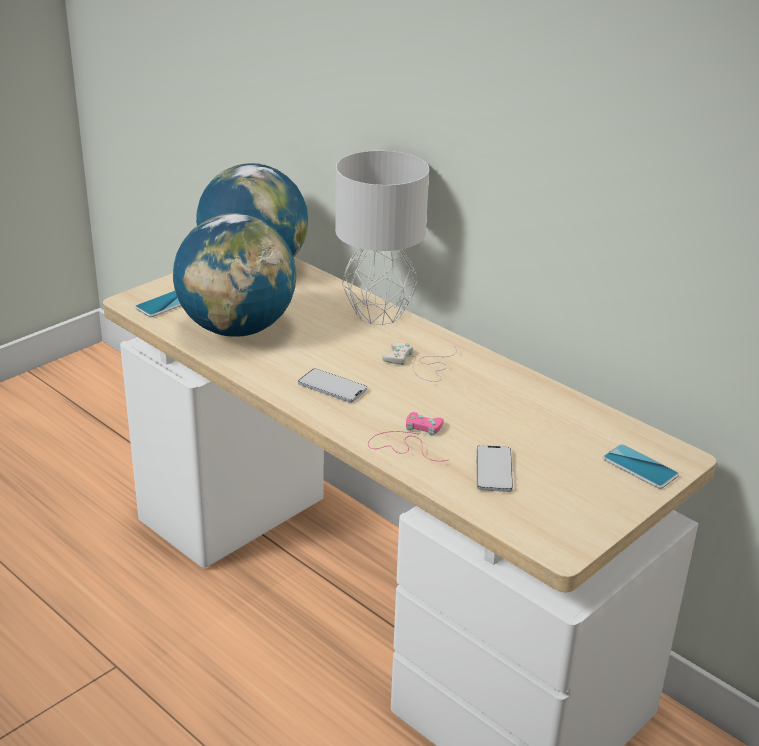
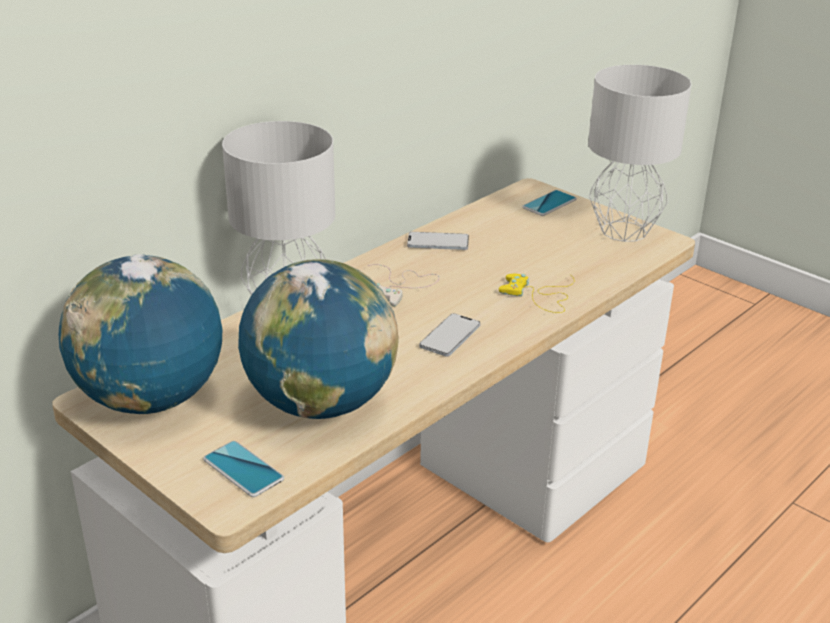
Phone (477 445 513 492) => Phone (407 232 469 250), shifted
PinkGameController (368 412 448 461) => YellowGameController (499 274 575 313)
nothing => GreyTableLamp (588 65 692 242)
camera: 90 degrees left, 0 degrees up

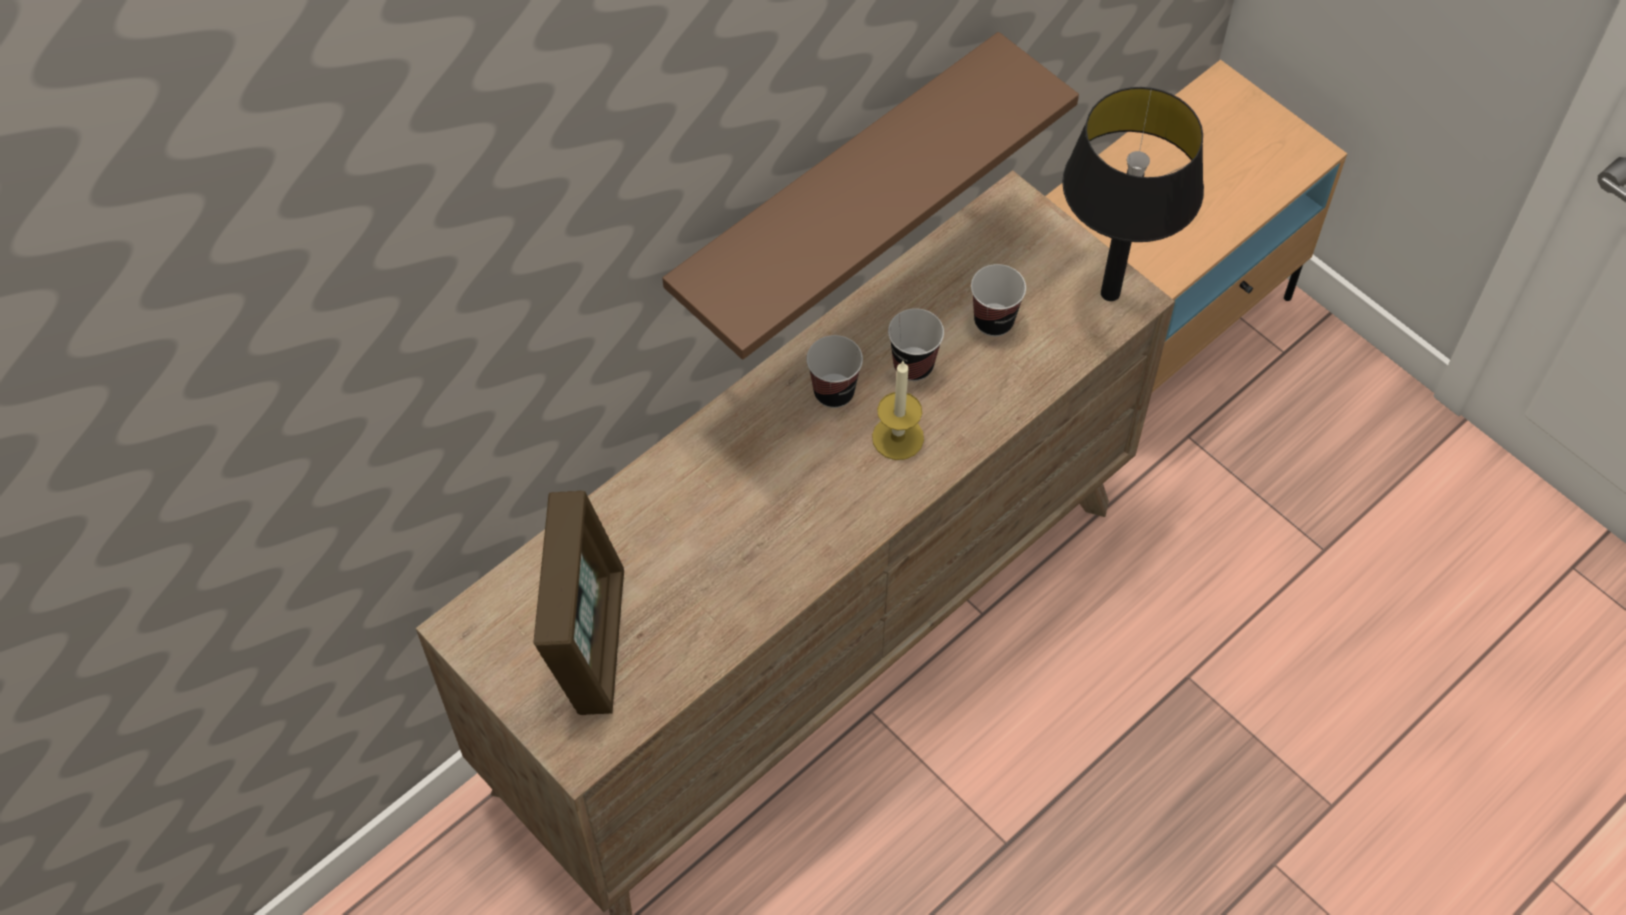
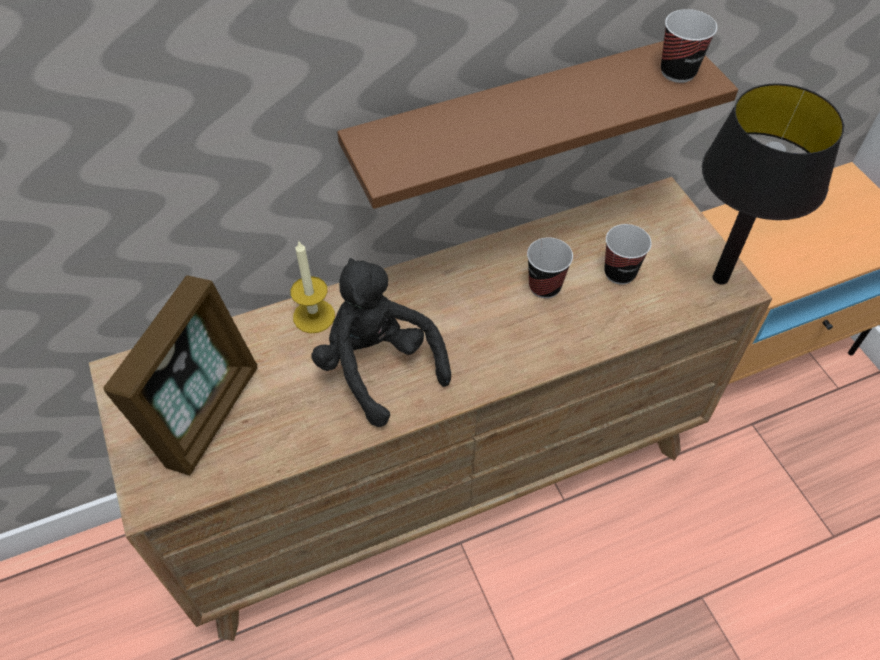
Candle (872 361 924 460) => Candle (290 240 335 333), shifted
nothing => BlackPlushToy (312 258 451 427)
Cup (806 335 863 408) => Cup (661 9 717 83), shifted
camera: 20 degrees right, 5 degrees down

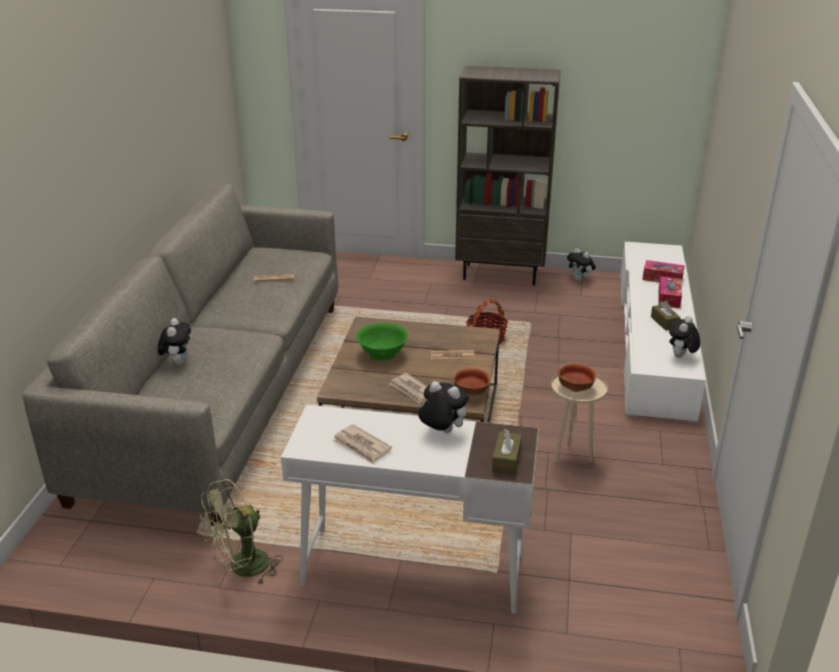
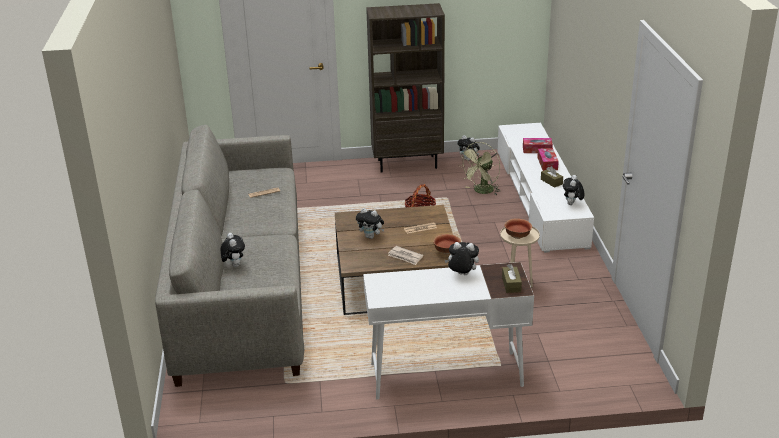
GreenBowl (356 323 408 361) => PlushToy (356 208 384 239)
GreenFan (200 479 283 586) => GreenFan (459 142 501 195), shifted
Newspaper (333 424 392 465) => nothing
camera: 15 degrees left, 0 degrees up

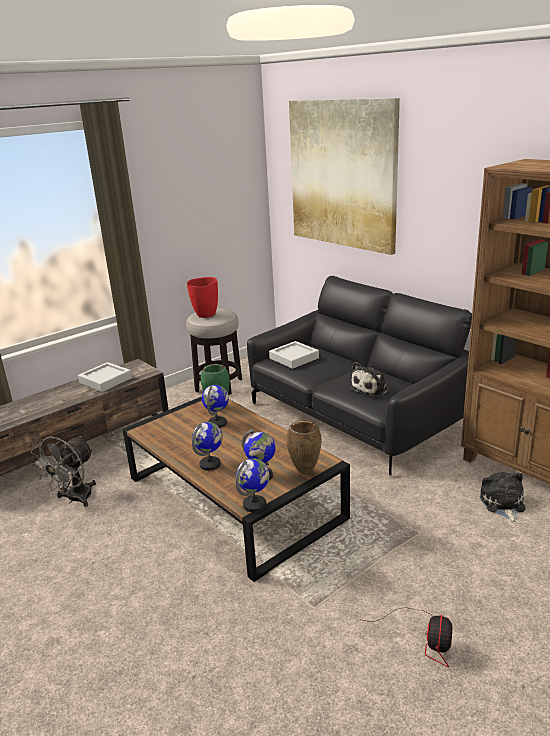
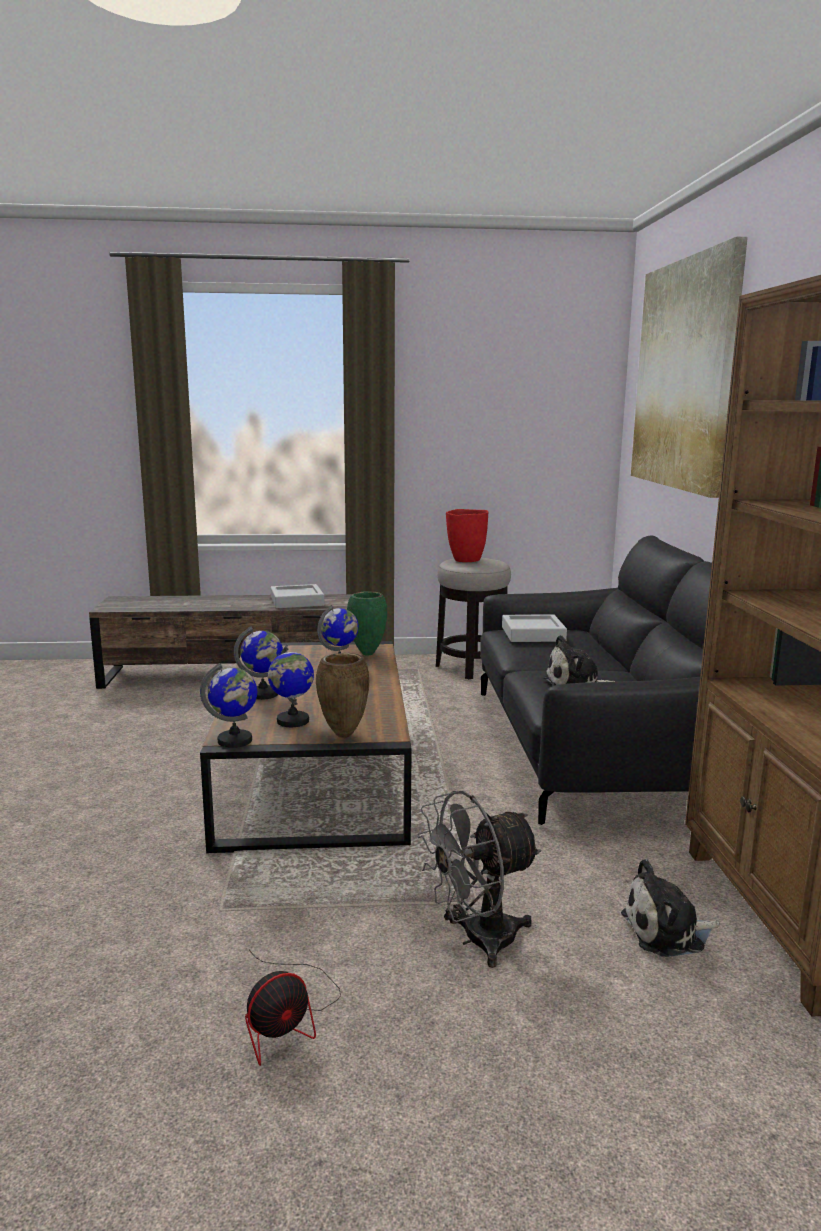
GreyFan (31 436 96 507) => GreyFan (416 790 542 968), shifted
PlushToy (480 472 525 523) => PlushToy (621 859 720 957), 135 degrees counterclockwise
camera: 35 degrees right, 10 degrees down

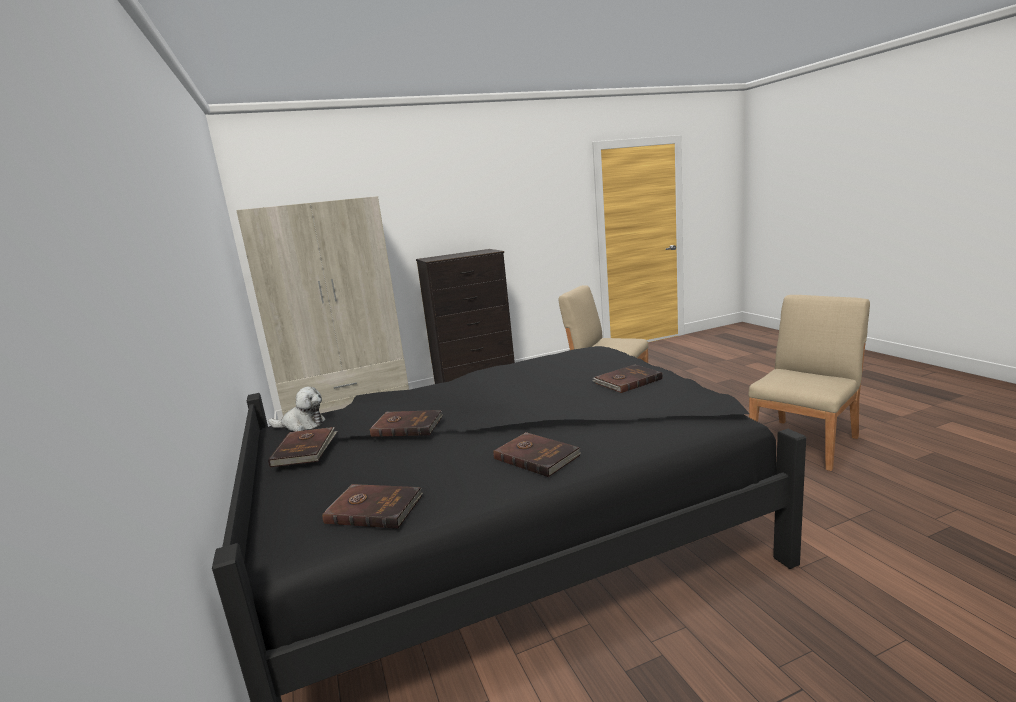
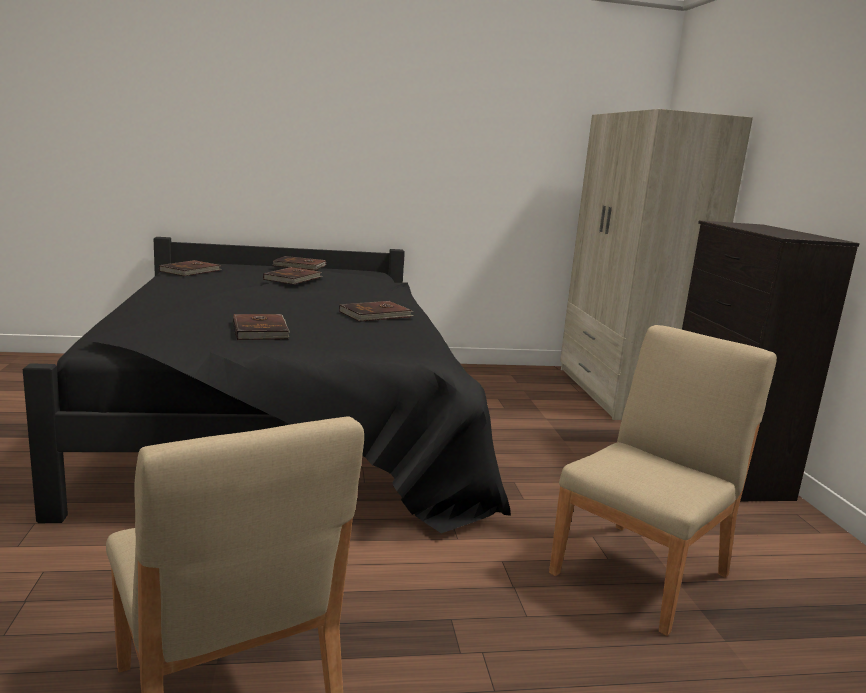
BrownBook (493 432 581 477) => BrownBook (339 301 414 322), shifted
PlushToy (268 387 325 432) => nothing
camera: 100 degrees right, 0 degrees up

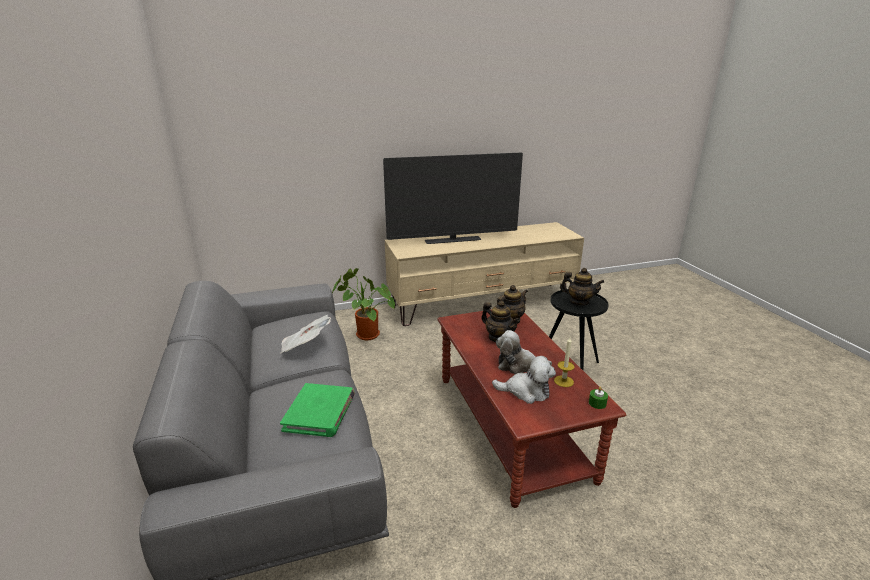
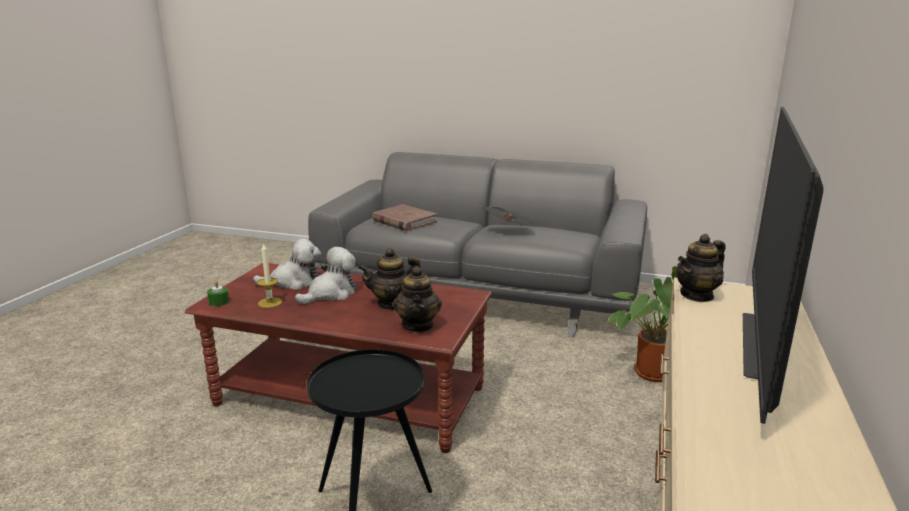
PlushToy (492 356 556 404) => PlushToy (253 238 321 290), 150 degrees counterclockwise
GreenBook (280 383 355 437) => BrownBook (372 204 437 231)
Teapot (560 268 605 306) => Teapot (676 234 726 302), shifted
camera: 125 degrees right, 5 degrees down

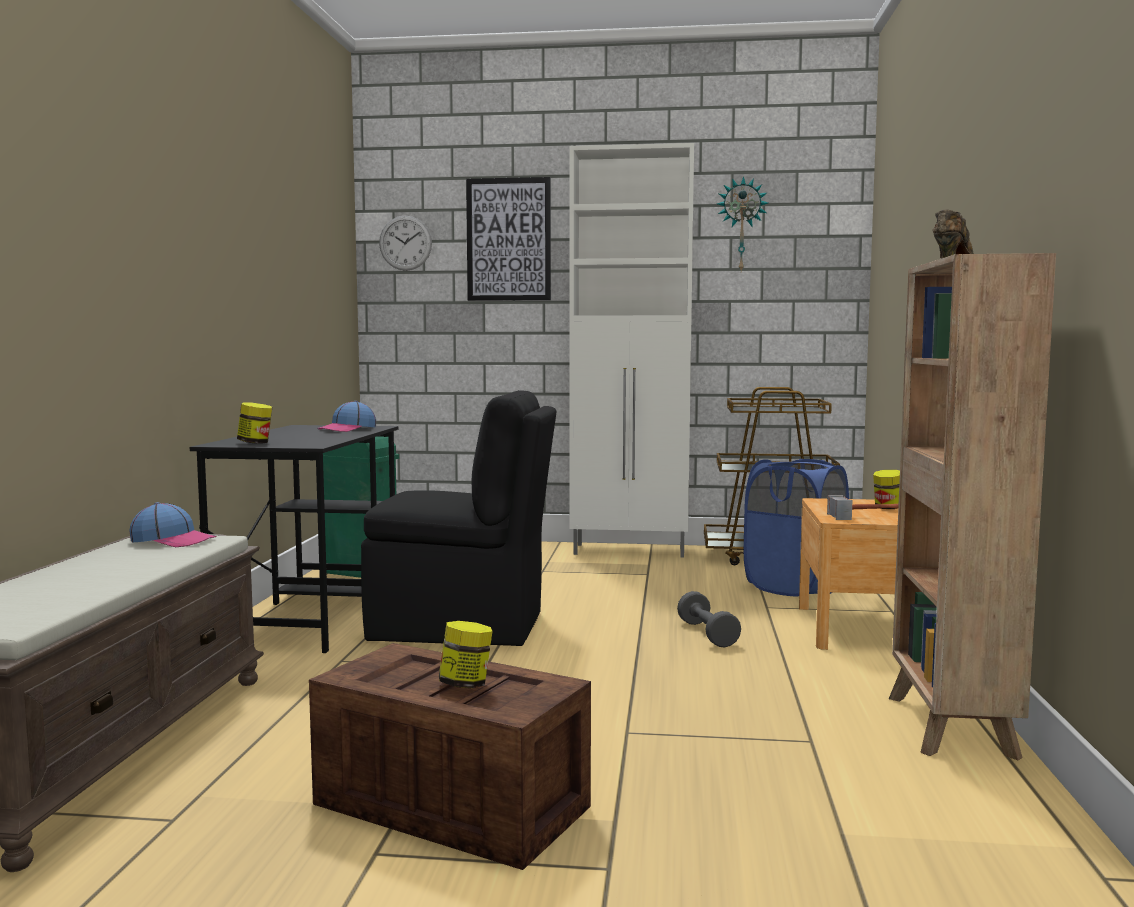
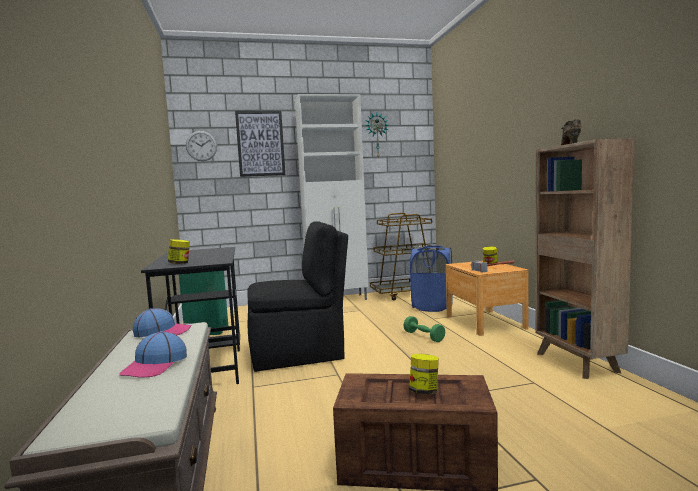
Cap (317 401 376 432) => Cap (119 331 187 378), shifted
GreyDumbbell (677 591 741 648) => GreenDumbbell (403 316 445 342)
camera: 20 degrees left, 0 degrees up

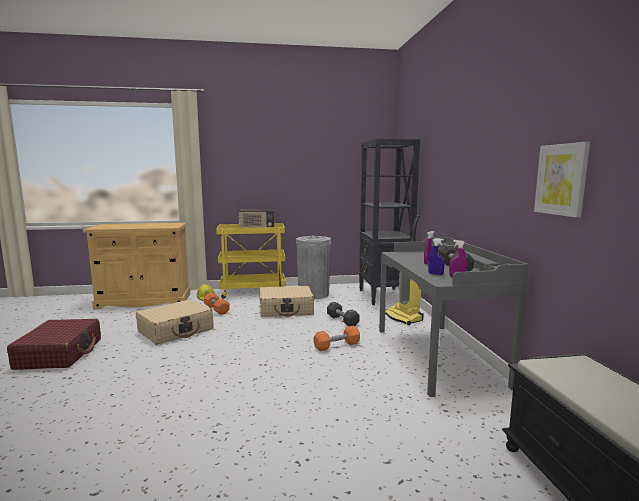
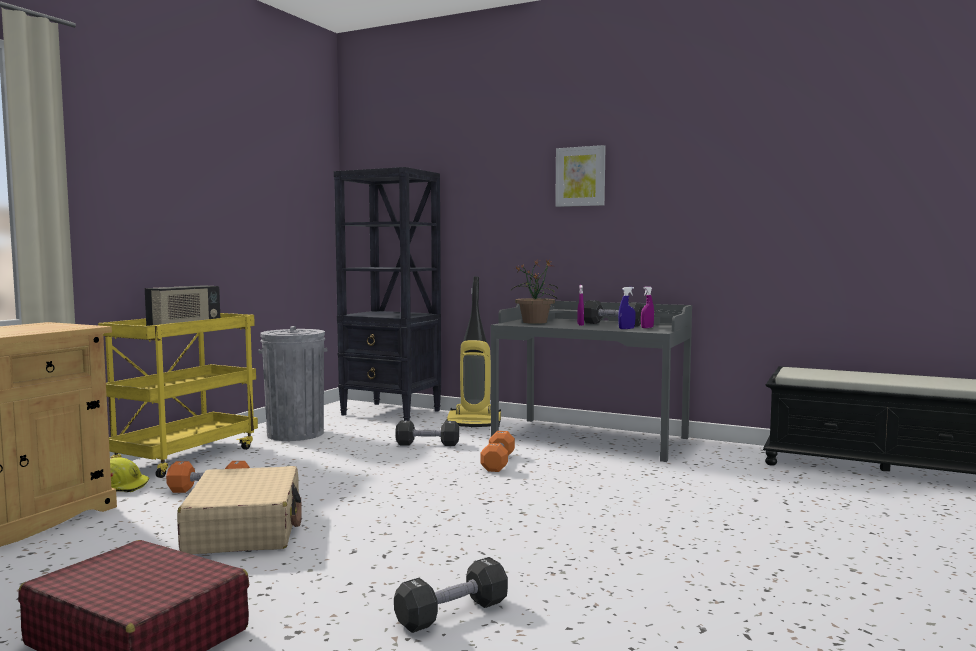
nothing => BlackDumbbell (394 557 508 633)
nothing => PottedPlant (511 260 558 324)
Picture (534 142 590 218) => Picture (555 145 605 207), shifted
BeigeSuitcase (259 286 314 317) => nothing
camera: 55 degrees left, 5 degrees down

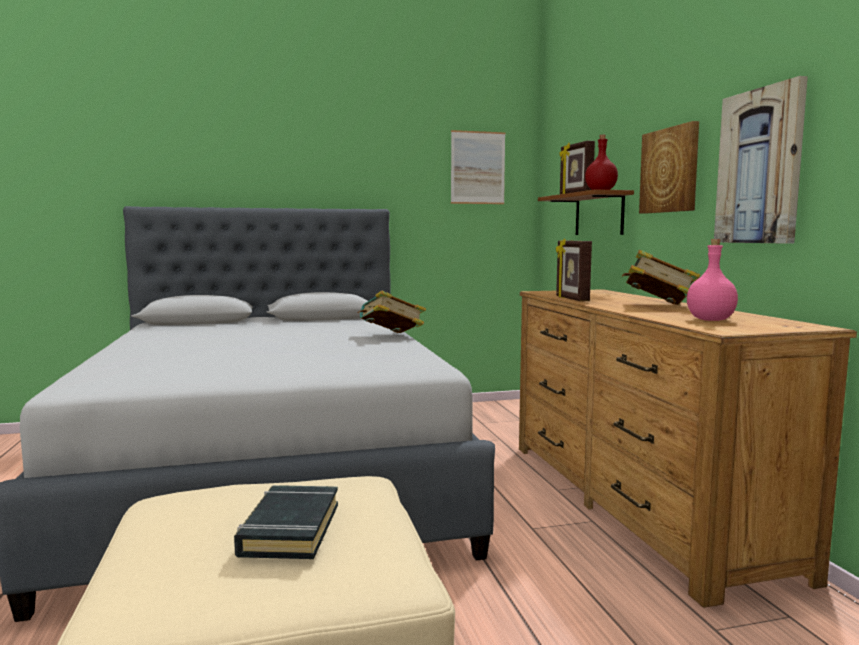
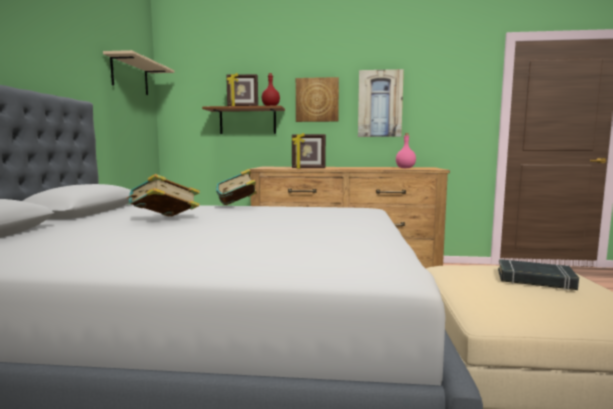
Picture (451 130 505 204) => BeigeShelf (103 50 174 95)
Book (622 250 700 305) => Book (126 174 200 217), shifted
camera: 70 degrees left, 0 degrees up

